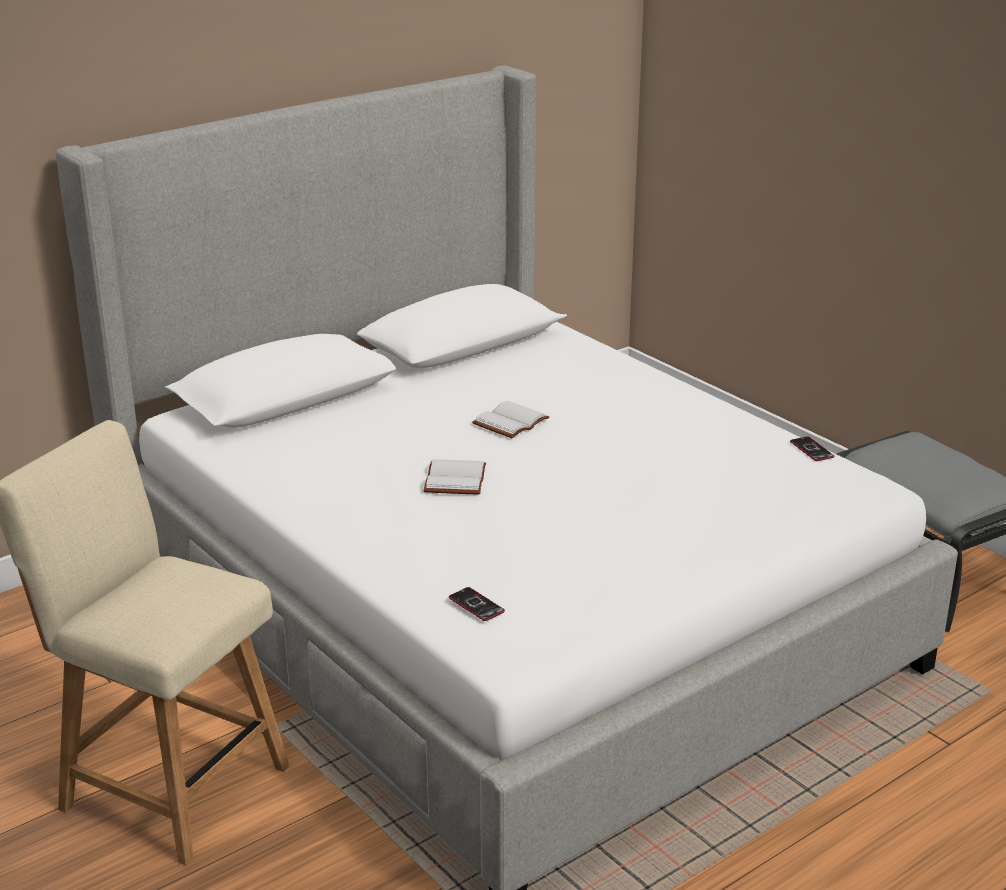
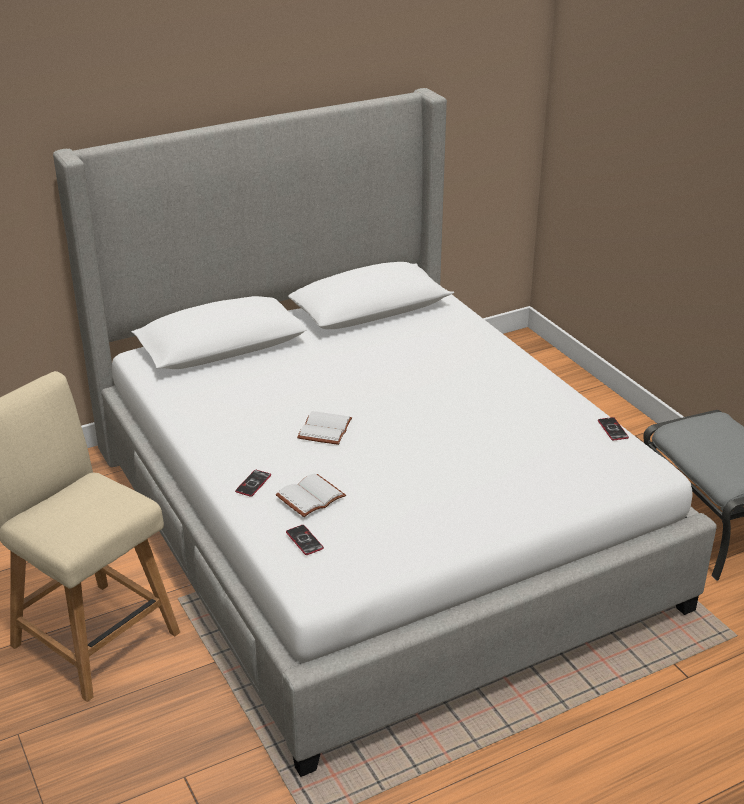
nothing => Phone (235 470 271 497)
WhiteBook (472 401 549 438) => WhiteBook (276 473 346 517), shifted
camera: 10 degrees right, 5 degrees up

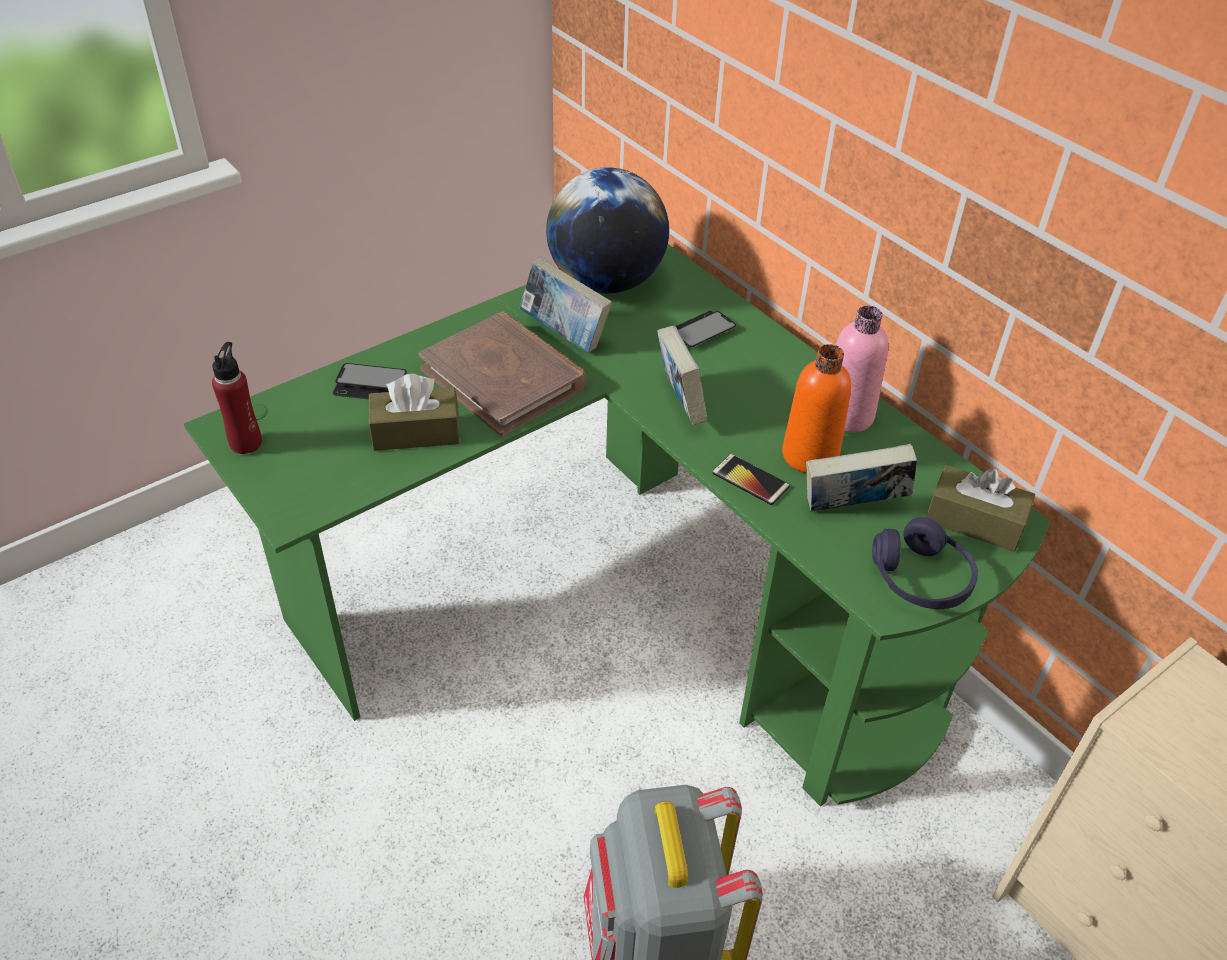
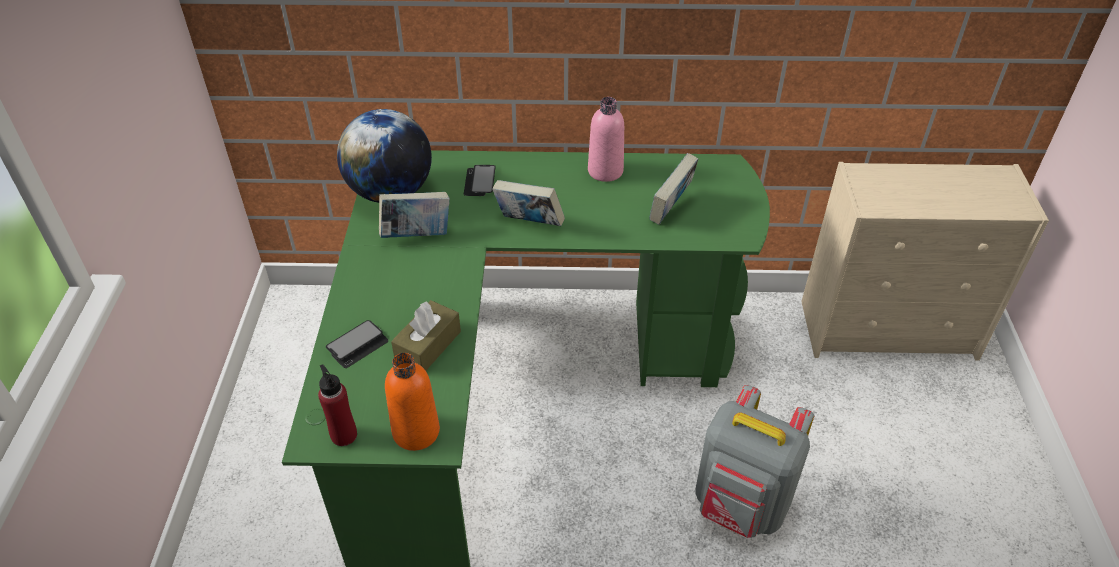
OrangeBottle (782 344 851 473) => OrangeBottle (385 353 440 451), shifted
BrownBook (419 312 587 436) => nothing
Phone (712 454 790 505) => nothing
PurpleHeadphones (872 517 978 609) => nothing
BrownTissueBox (926 465 1035 552) => nothing
camera: 50 degrees left, 0 degrees up

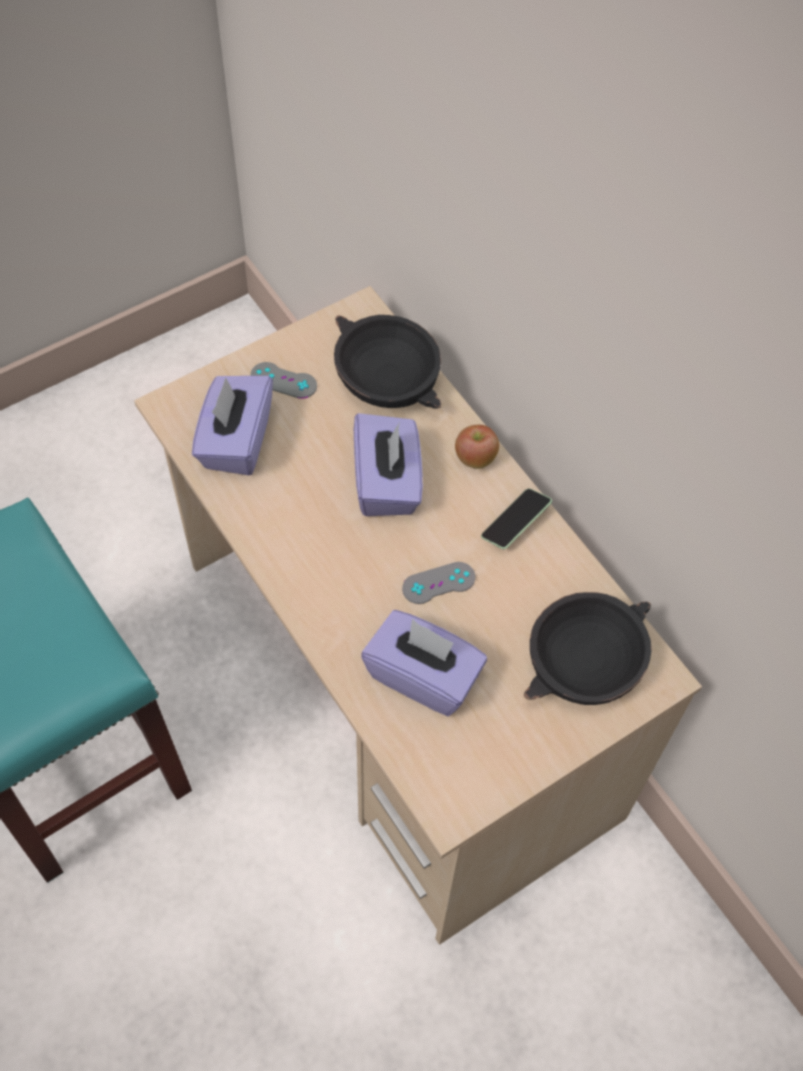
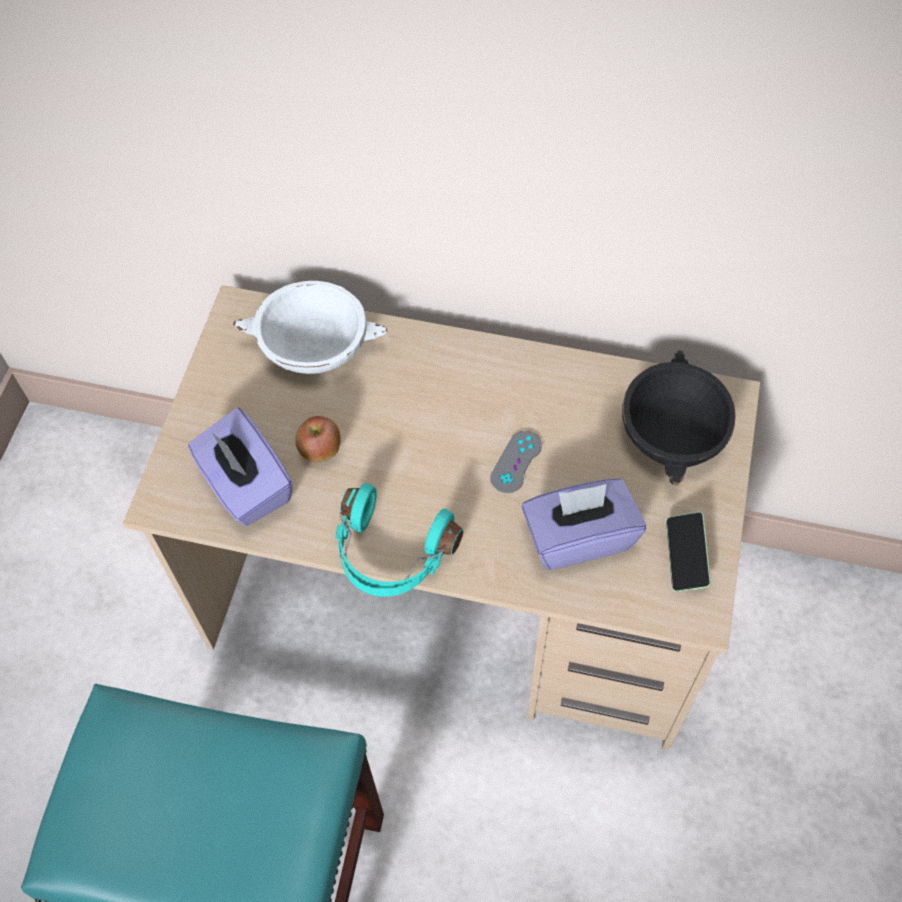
BlackBowl (334 315 441 409) => WhiteBowl (233 280 388 374)
Apple (455 425 499 469) => Apple (295 416 341 463), shifted
nothing => TurquoiseHeadphones (335 483 463 597)
Phone (481 488 552 549) => Phone (666 512 711 592), shifted
GreyGameController (251 362 317 399) => nothing
PurpleTissueBox (354 413 423 516) => nothing
camera: 40 degrees left, 0 degrees up

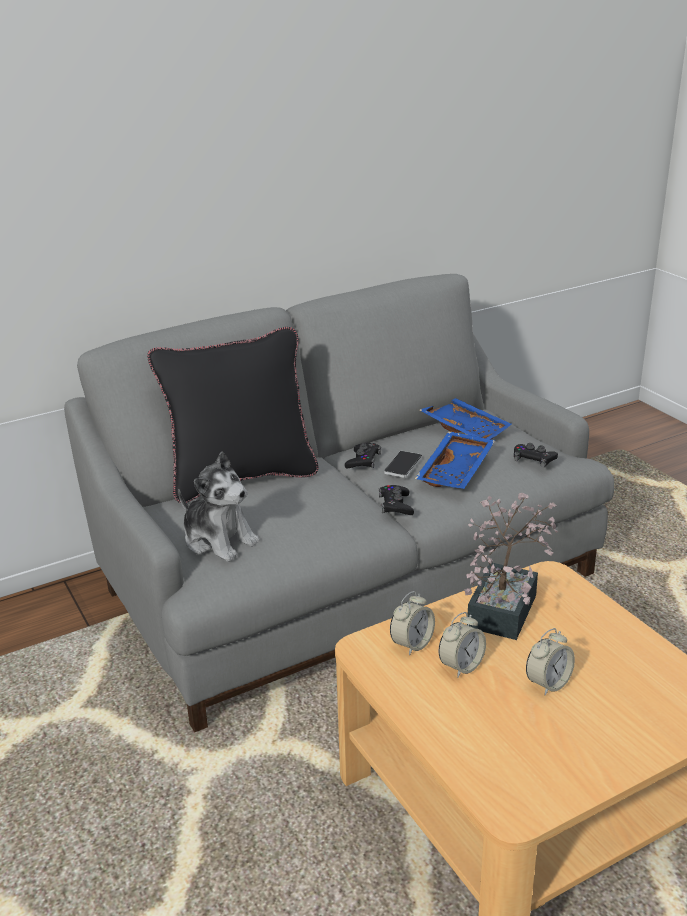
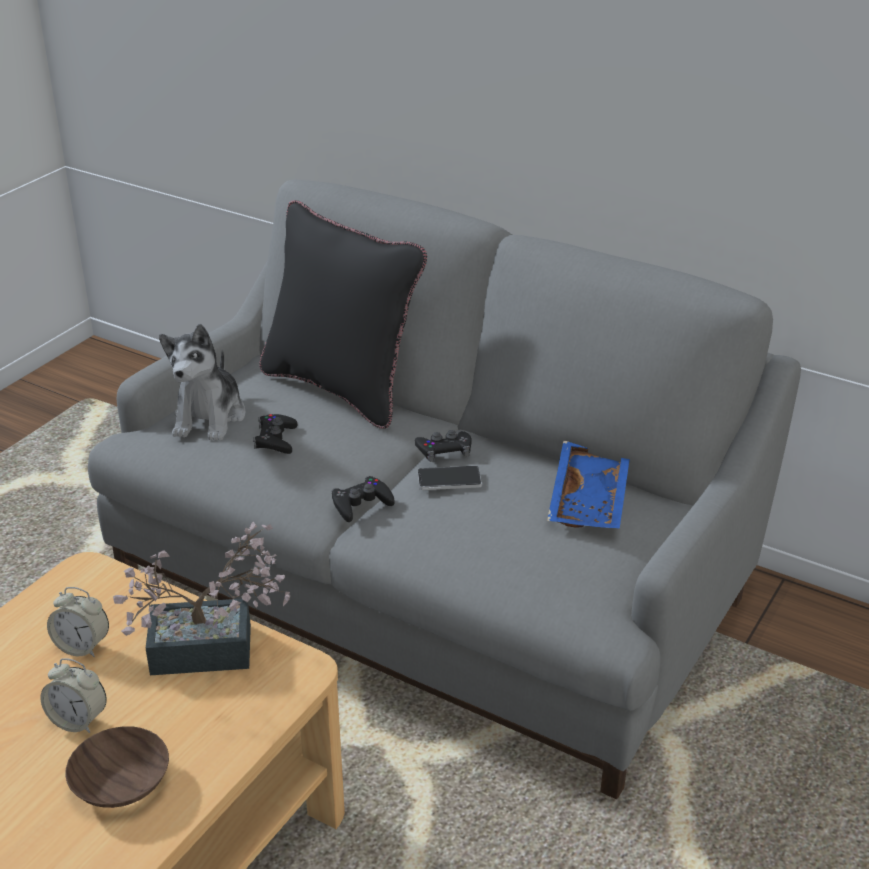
nothing => BrownBowl (65 726 169 808)
BlackGameController (514 443 558 468) => BlackGameController (253 414 297 454), shifted
AlarmClock (390 591 435 656) => nothing
BlueTray (415 431 495 489) => nothing
camera: 60 degrees right, 5 degrees up

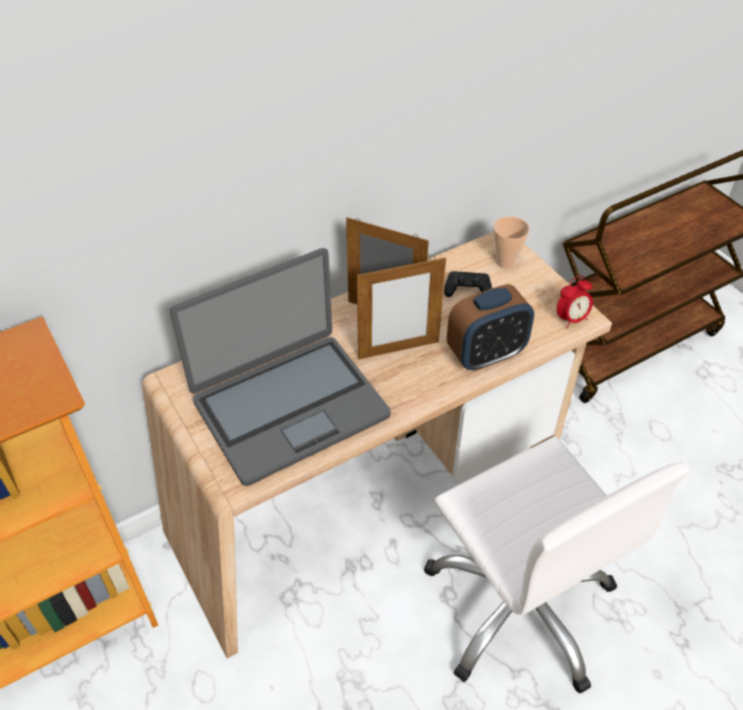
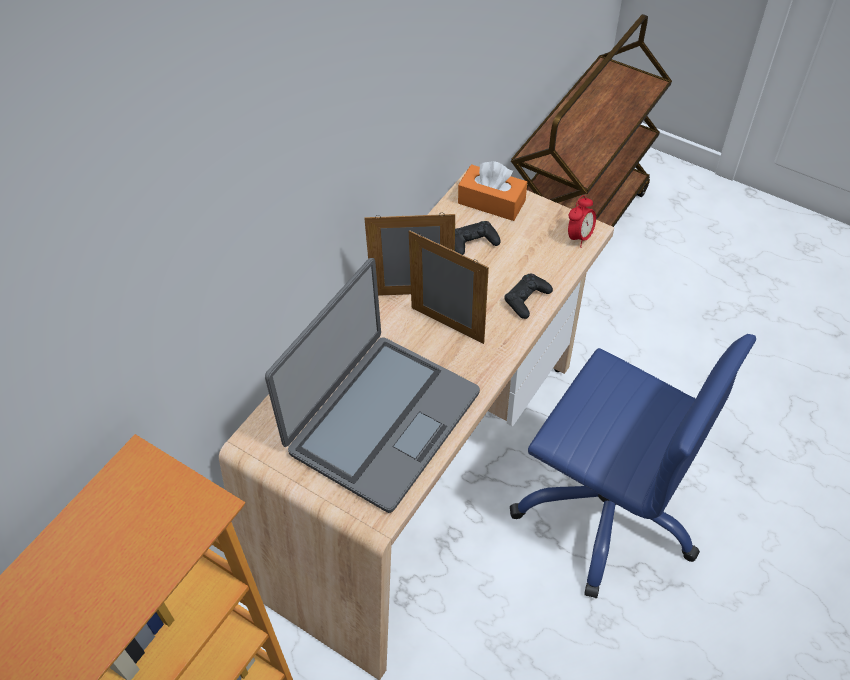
PictureFrame (357 256 446 359) => PictureFrame (409 230 489 344), 105 degrees counterclockwise
Cup (493 216 530 269) => OrangeTissueBox (458 161 527 221)
AlarmClock (447 284 534 371) => BlackGameController (504 274 553 319)
WhiteOfficeChair (424 436 689 693) => BlueOfficeChair (510 334 756 598)
camera: 25 degrees left, 5 degrees up

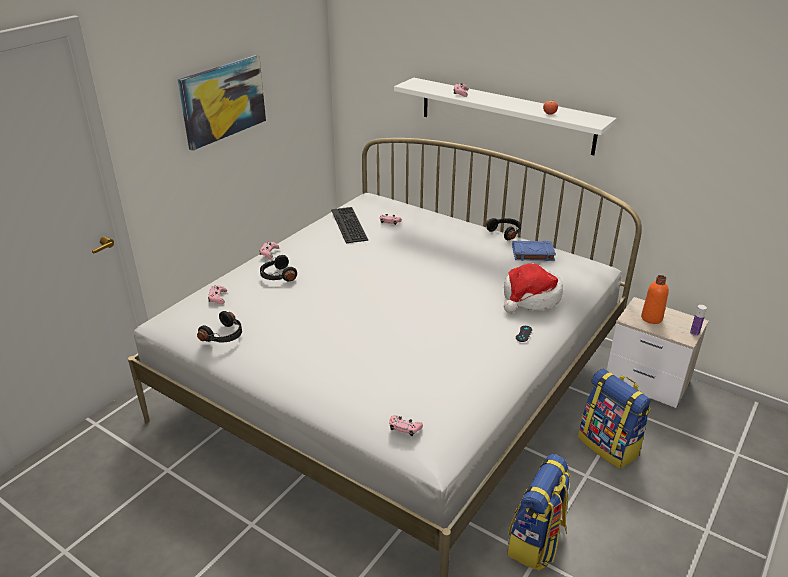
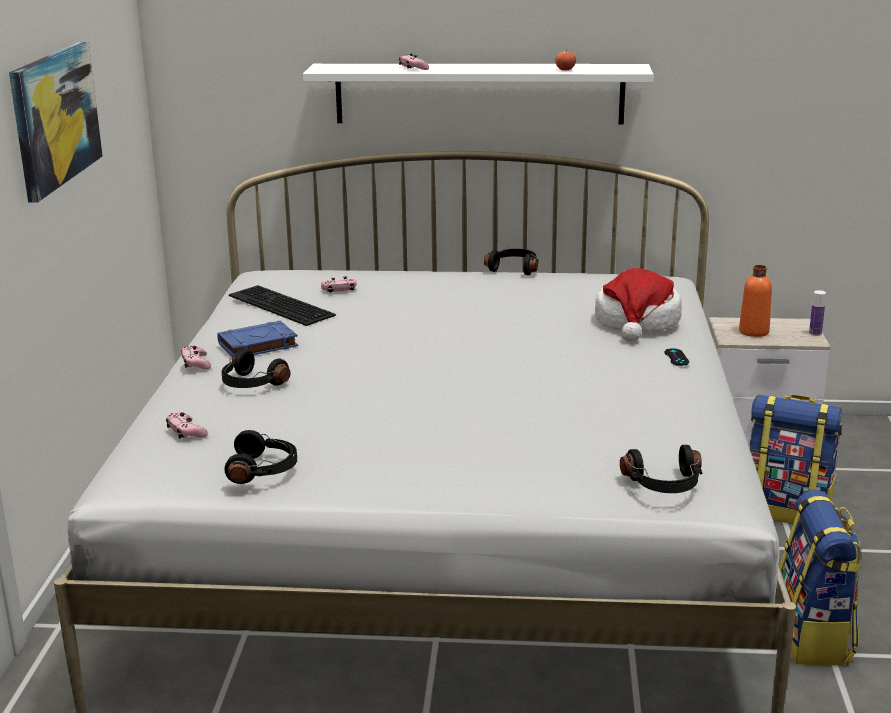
BlueBook (512 240 556 261) => BlueBook (217 321 298 357), shifted
PinkGameController (389 415 423 436) => BlackHeadphones (620 445 702 493)
camera: 30 degrees left, 10 degrees down

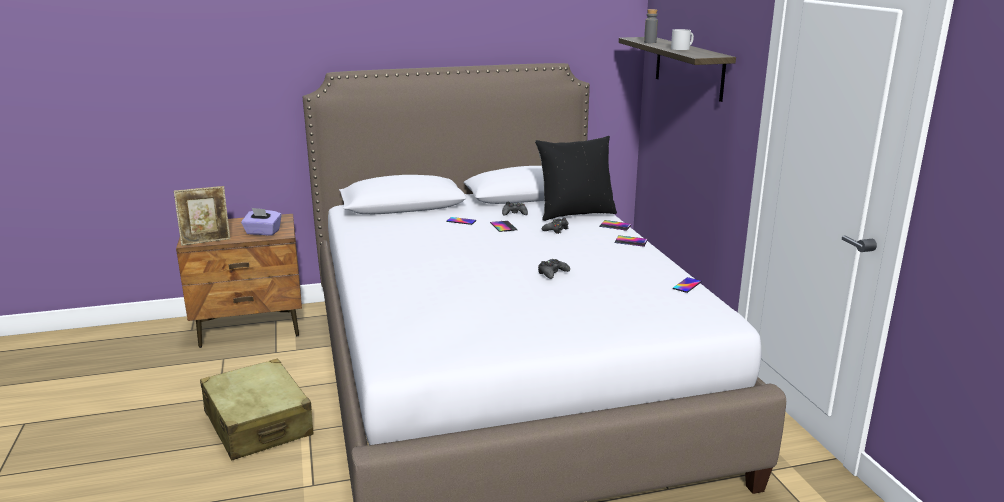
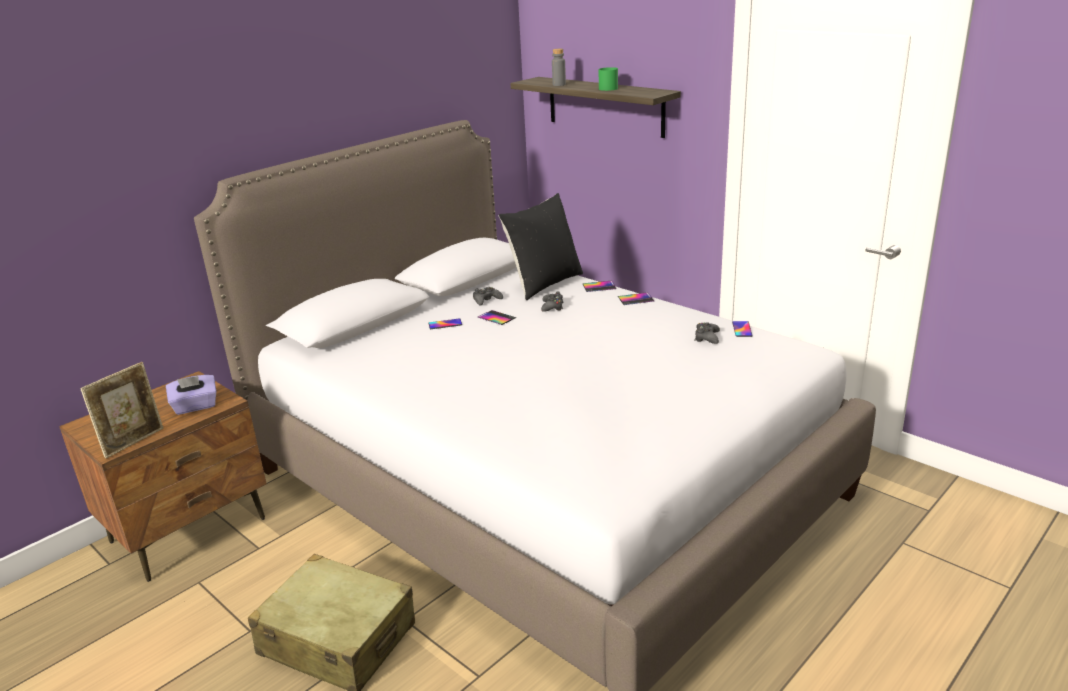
WhiteMug (671 29 694 50) => GreenMug (599 67 618 91)
BlackGameController (538 259 570 279) => BlackGameController (694 322 720 344), shifted
camera: 30 degrees left, 5 degrees up

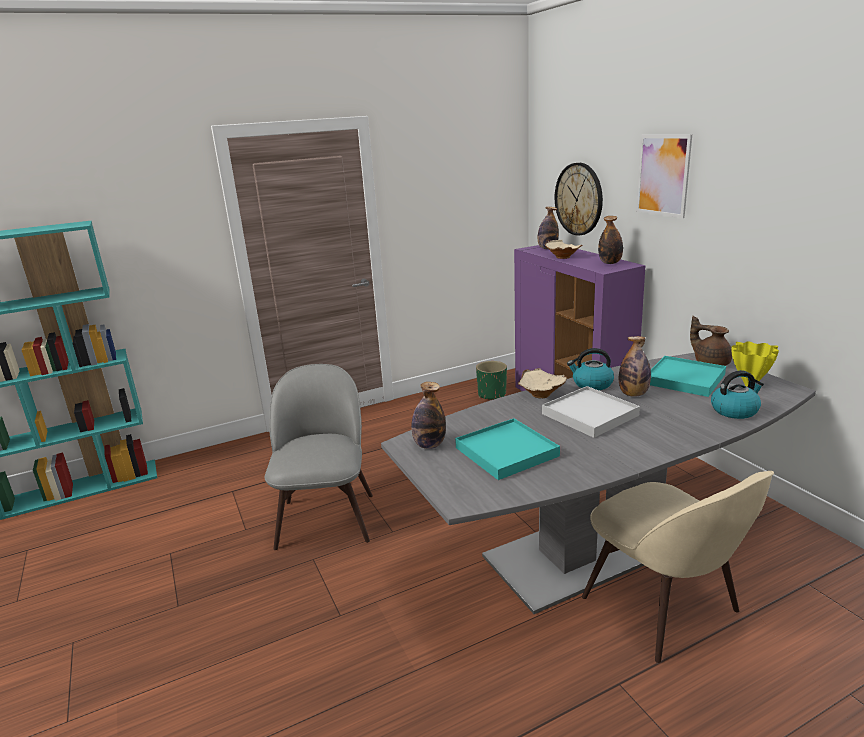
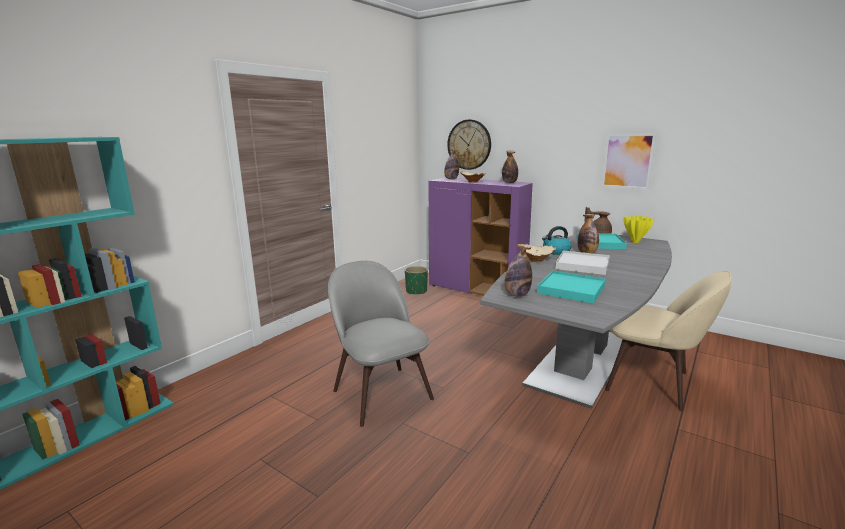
Picture (636 135 692 218) => Picture (601 133 656 190), shifted
Kettle (711 370 764 419) => nothing
camera: 30 degrees left, 5 degrees down

